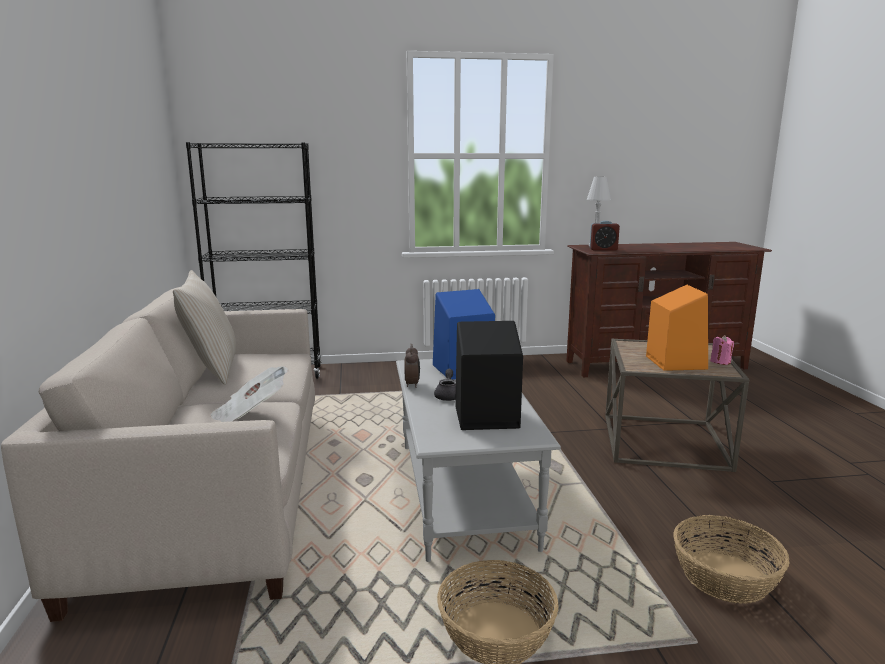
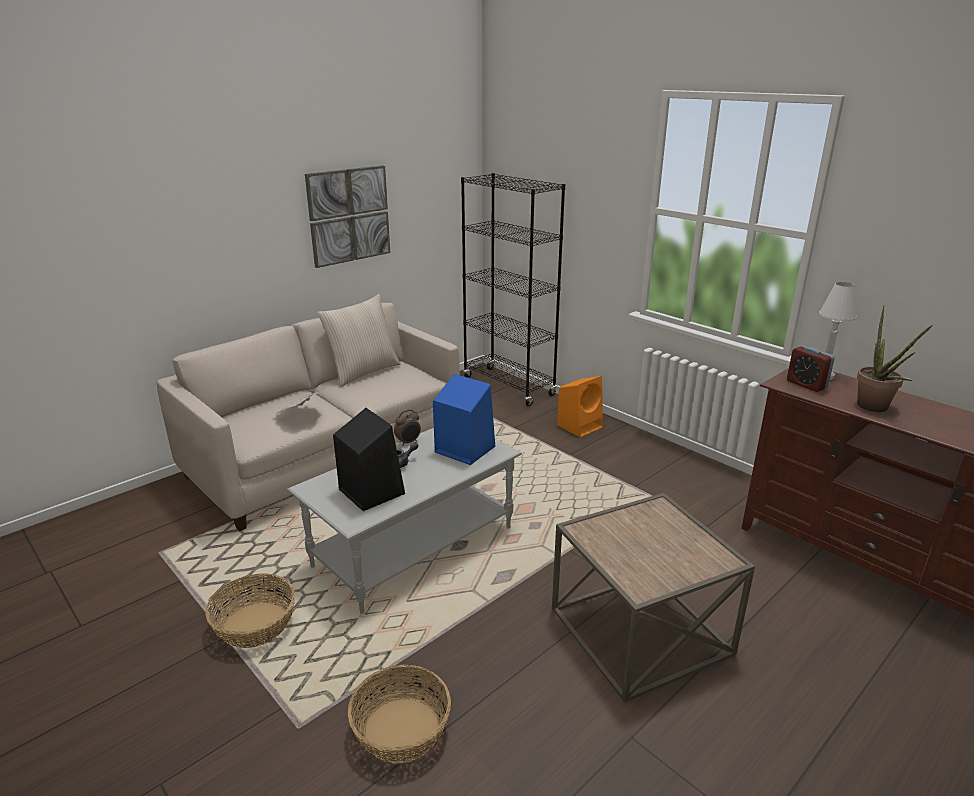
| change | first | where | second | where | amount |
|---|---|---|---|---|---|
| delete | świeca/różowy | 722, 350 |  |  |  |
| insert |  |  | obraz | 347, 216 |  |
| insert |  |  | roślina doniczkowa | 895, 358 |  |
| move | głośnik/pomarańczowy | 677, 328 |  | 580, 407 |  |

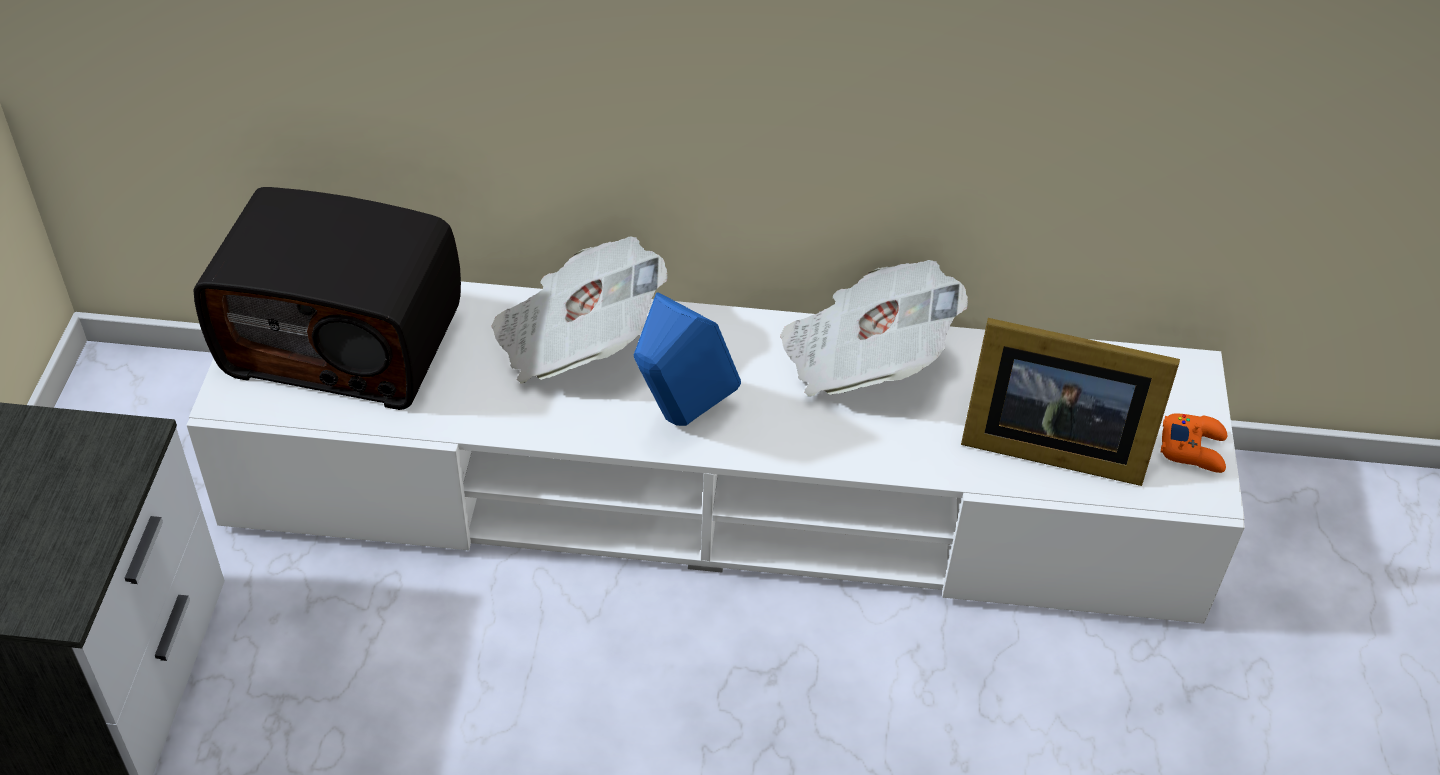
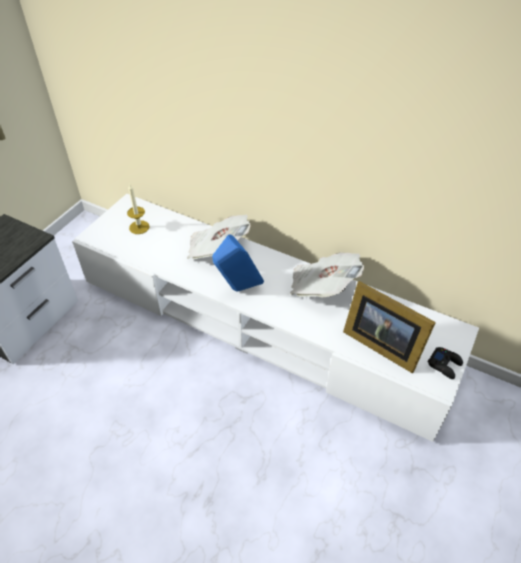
| change | first | where | second | where | amount |
|---|---|---|---|---|---|
| replace | radio | 327, 298 | świeca | 138, 209 |  |
| recolor | pad do gier/pomarańczowy | 1194, 443 | pad do gier/czarny | 445, 363 |  |

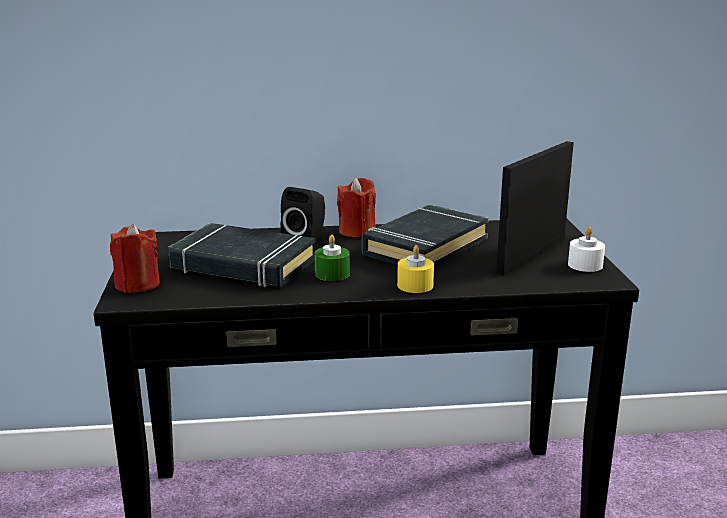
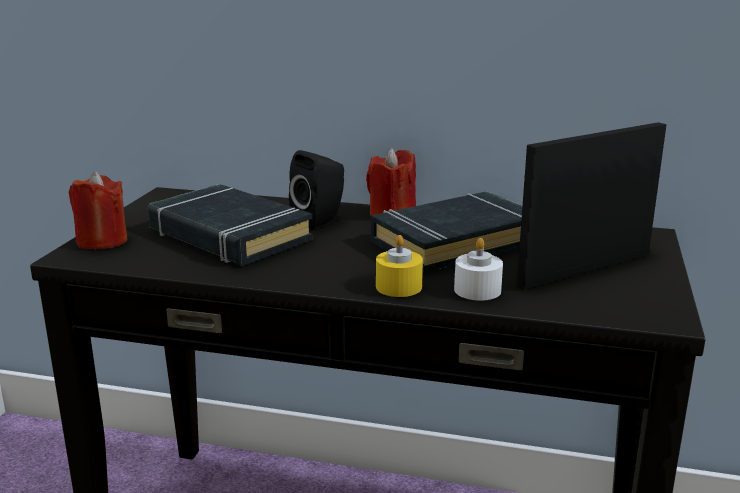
| change | first | where | second | where | amount |
|---|---|---|---|---|---|
| delete | świeca/zielony | 332, 258 |  |  |  |
| move | świeca/biały | 586, 249 |  | 478, 269 |  |

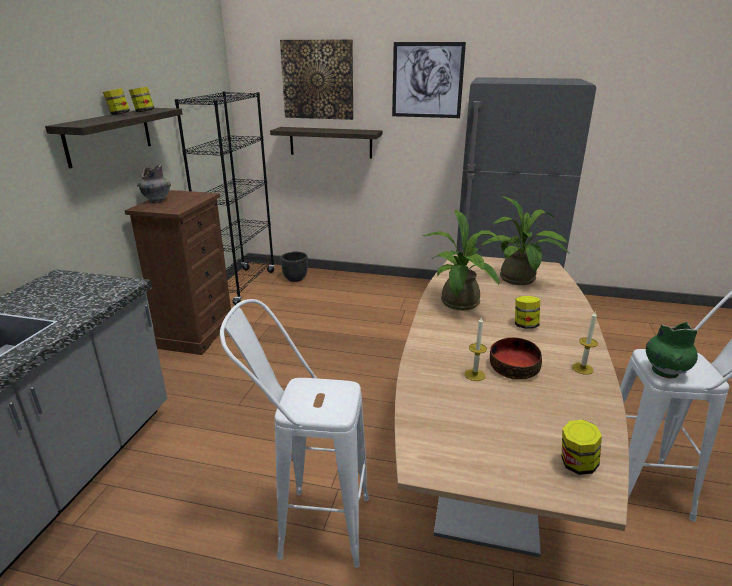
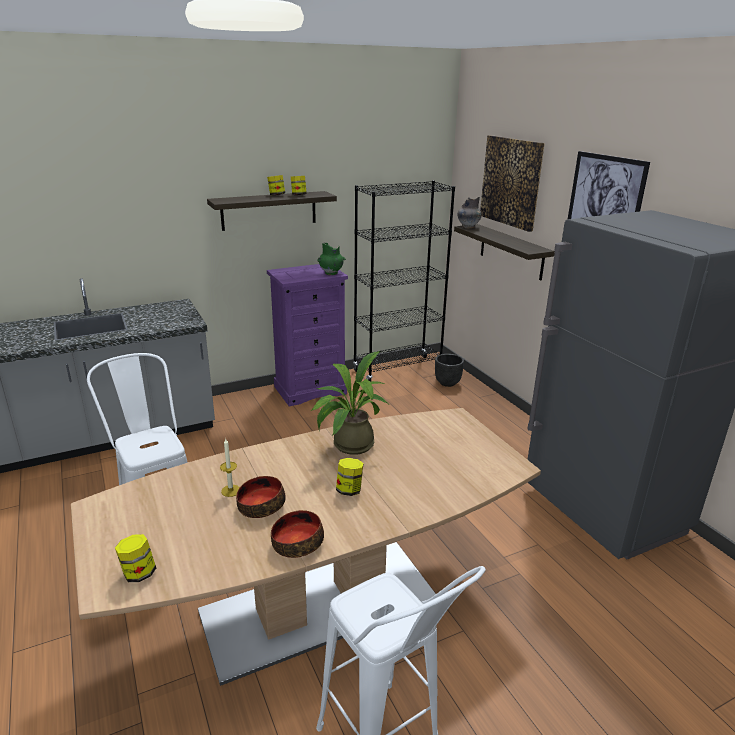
| change | first | where | second | where | amount |
|---|---|---|---|---|---|
| delete | roślina doniczkowa | 525, 240 |  |  |  |
| move | wazon/szary | 154, 183 |  | 470, 213 |  |
| move | wazon/zielony | 672, 350 |  | 331, 258 |  |
| replace | świeca | 585, 342 | miska | 297, 534 |  |
| recolor | komoda/brązowy | 177, 272 | komoda/fioletowy | 307, 335 |  |

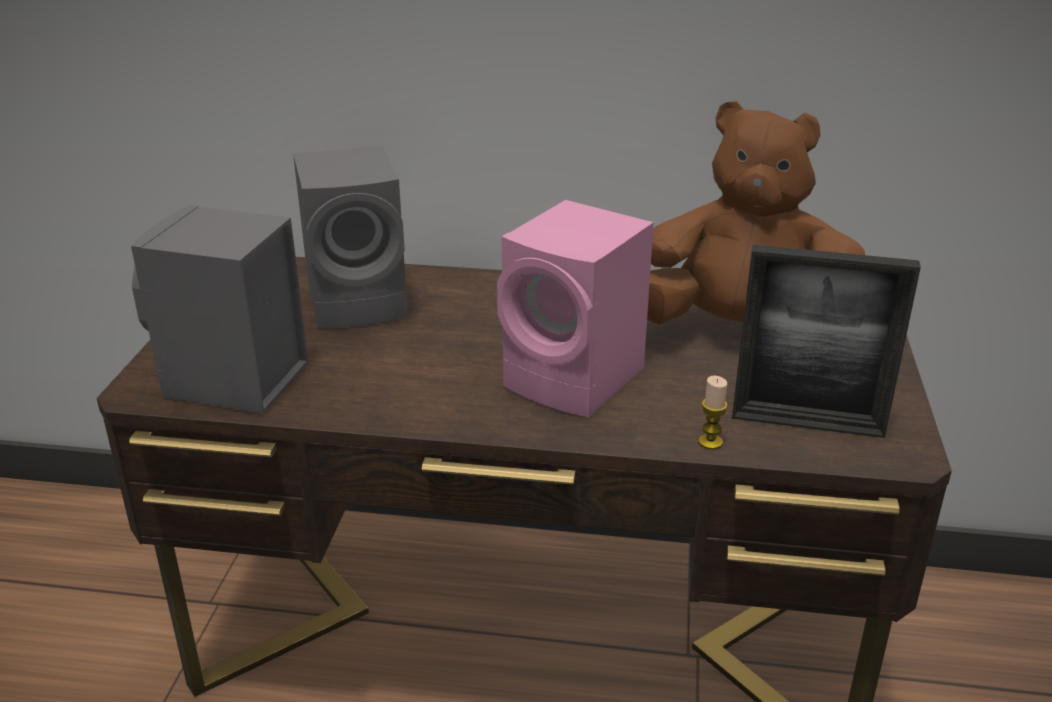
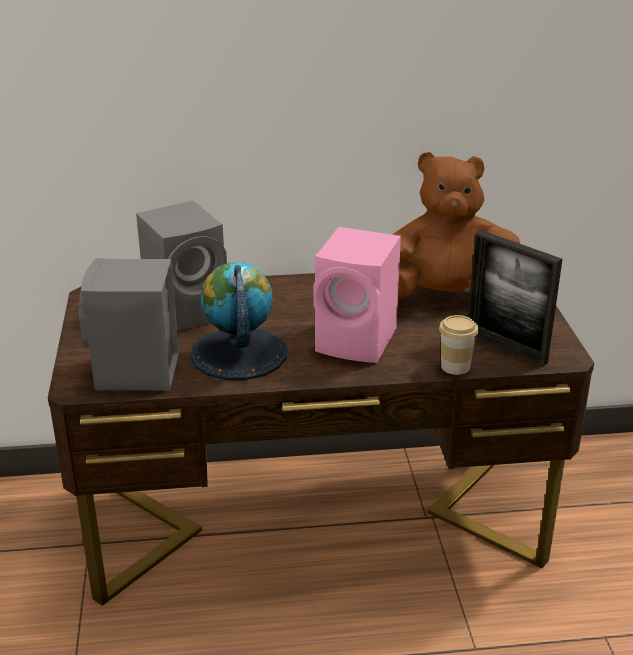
| change | first | where | second | where | amount |
|---|---|---|---|---|---|
| insert |  |  | globus | 239, 321 |  |
| replace | świeca | 713, 413 | filiżanka | 458, 345 |  |
| rotate | ramka na zdjęcie | 826, 341 |  | 515, 298 | 45 degrees clockwise |

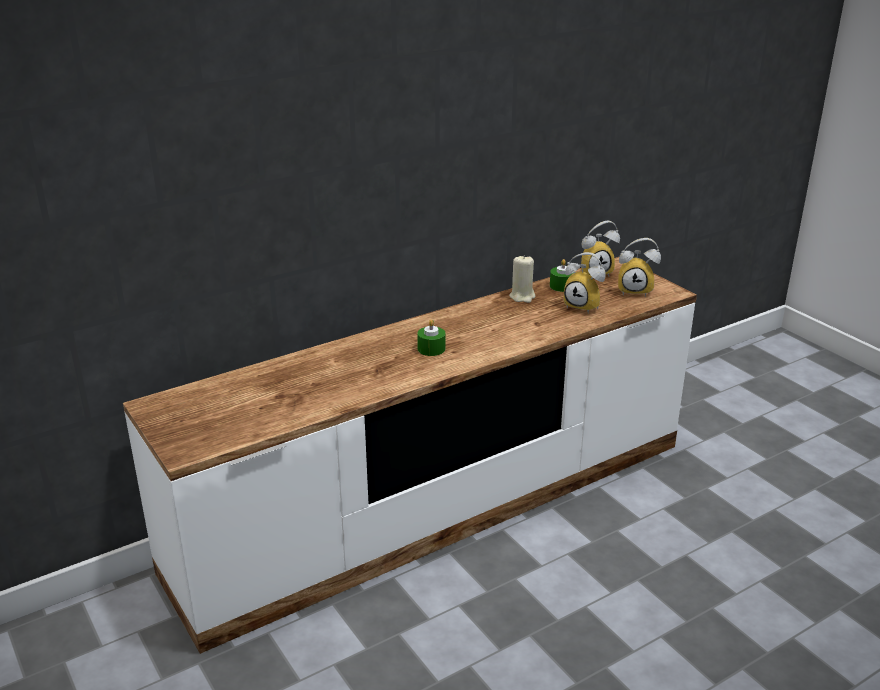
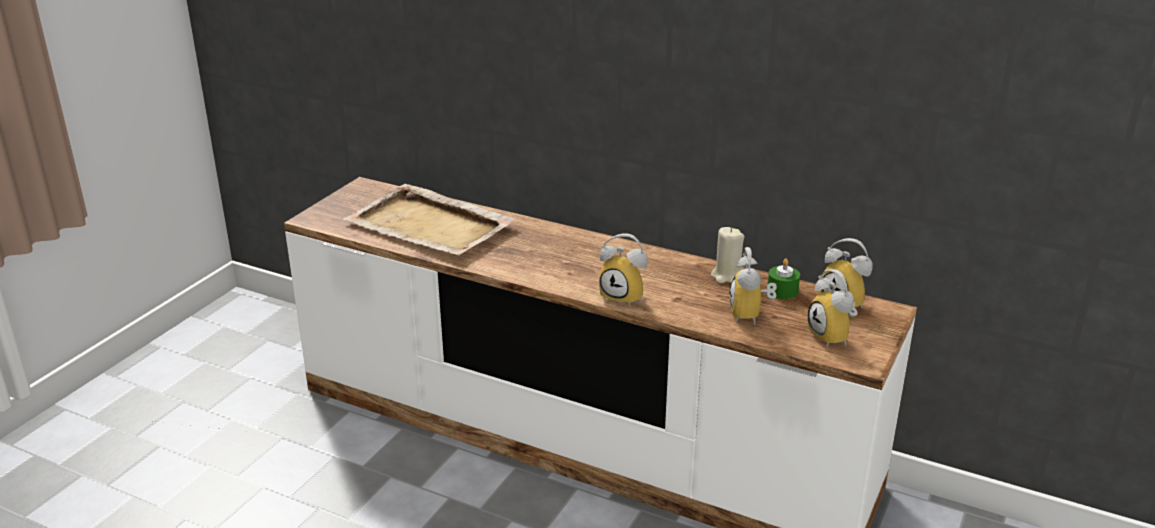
| change | first | where | second | where | amount |
|---|---|---|---|---|---|
| delete | świeca/zielony | 431, 337 |  |  |  |
| insert |  |  | taca/beżowy | 430, 219 |  |
| insert |  |  | budzik | 623, 270 |  |

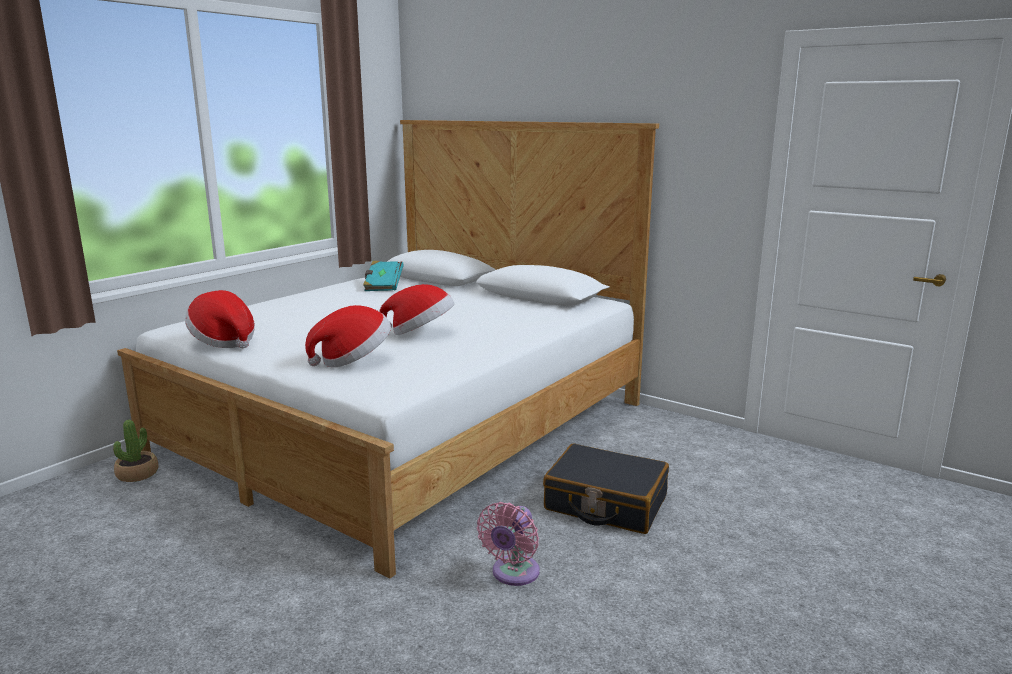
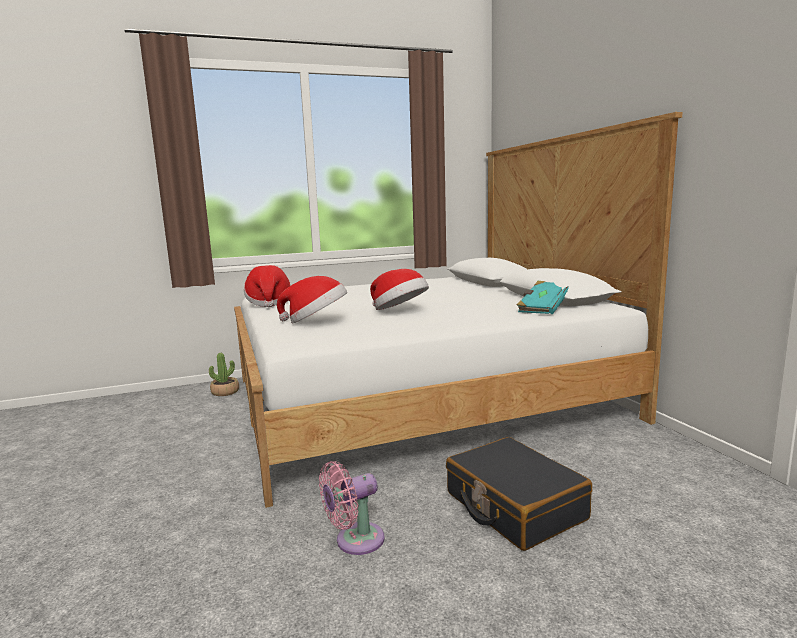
| change | first | where | second | where | amount |
|---|---|---|---|---|---|
| move | książka/turkusowy | 383, 276 |  | 542, 297 |  |

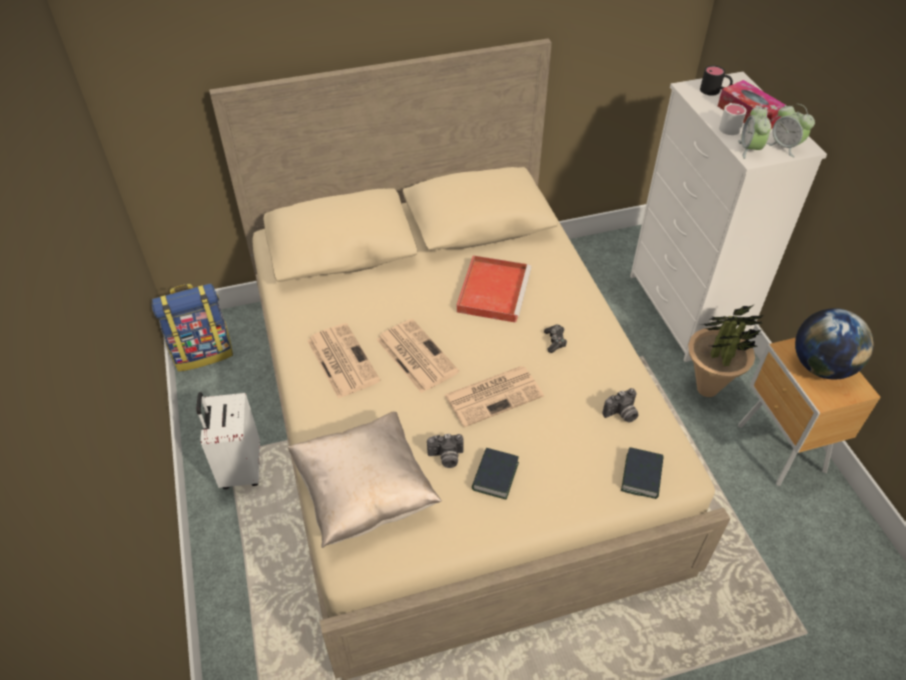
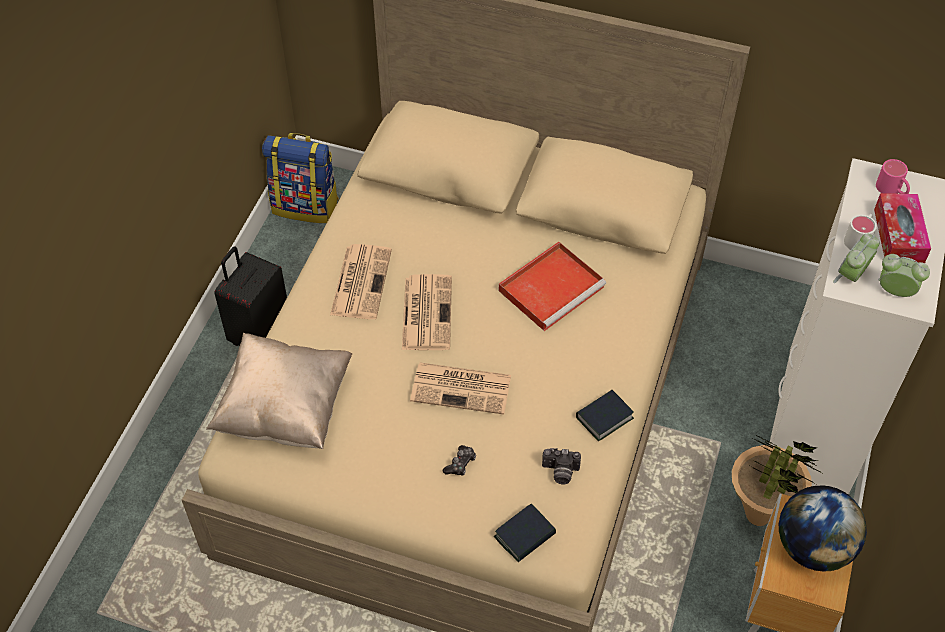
| change | first | where | second | where | amount |
|---|---|---|---|---|---|
| delete | aparat fotograficzny | 445, 451 |  |  |  |
| move | książka | 495, 473 |  | 605, 415 |  |
| move | pad do gier | 555, 339 |  | 459, 460 |  |
| recolor | walizka/biały | 228, 440 | walizka/czarny | 250, 296 |  |
| recolor | kubek/czarny | 716, 80 | kubek/różowy | 893, 176 |  |
| rotate | budzik | 791, 130 |  | 904, 275 | 120 degrees clockwise |

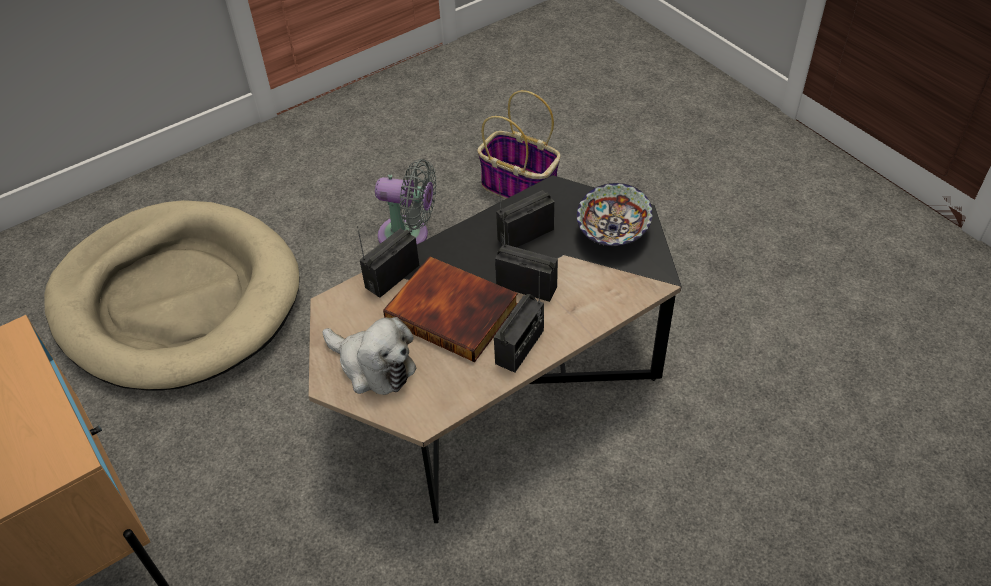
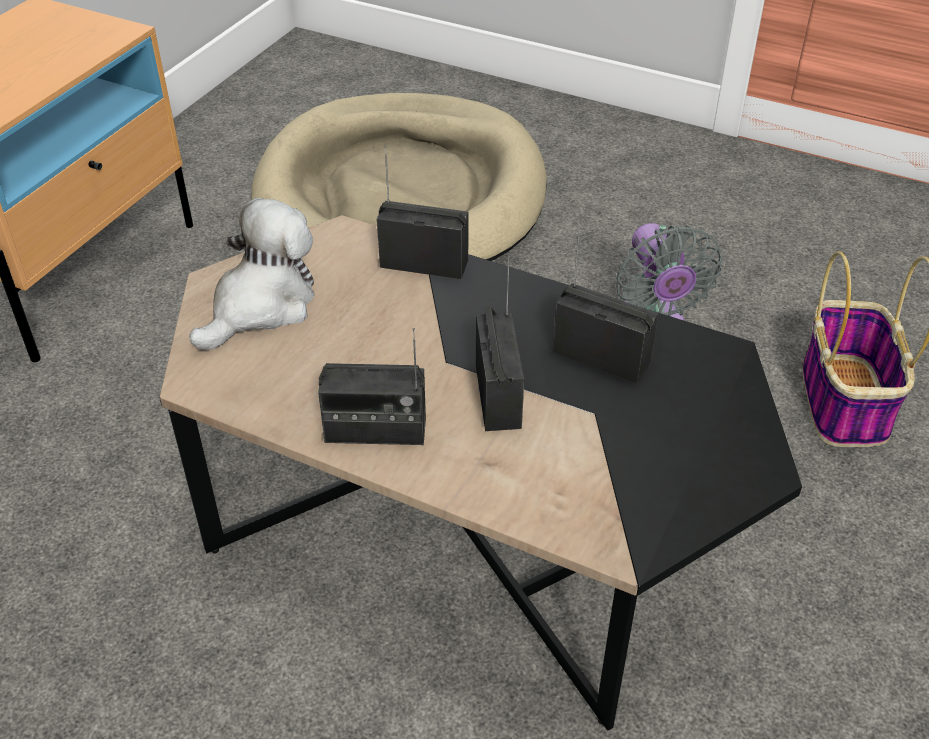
| change | first | where | second | where | amount |
|---|---|---|---|---|---|
| delete | książka | 450, 309 |  |  |  |
| delete | miska | 615, 215 |  |  |  |
| rotate | pluszak | 370, 356 |  | 252, 274 | 150 degrees counterclockwise |

